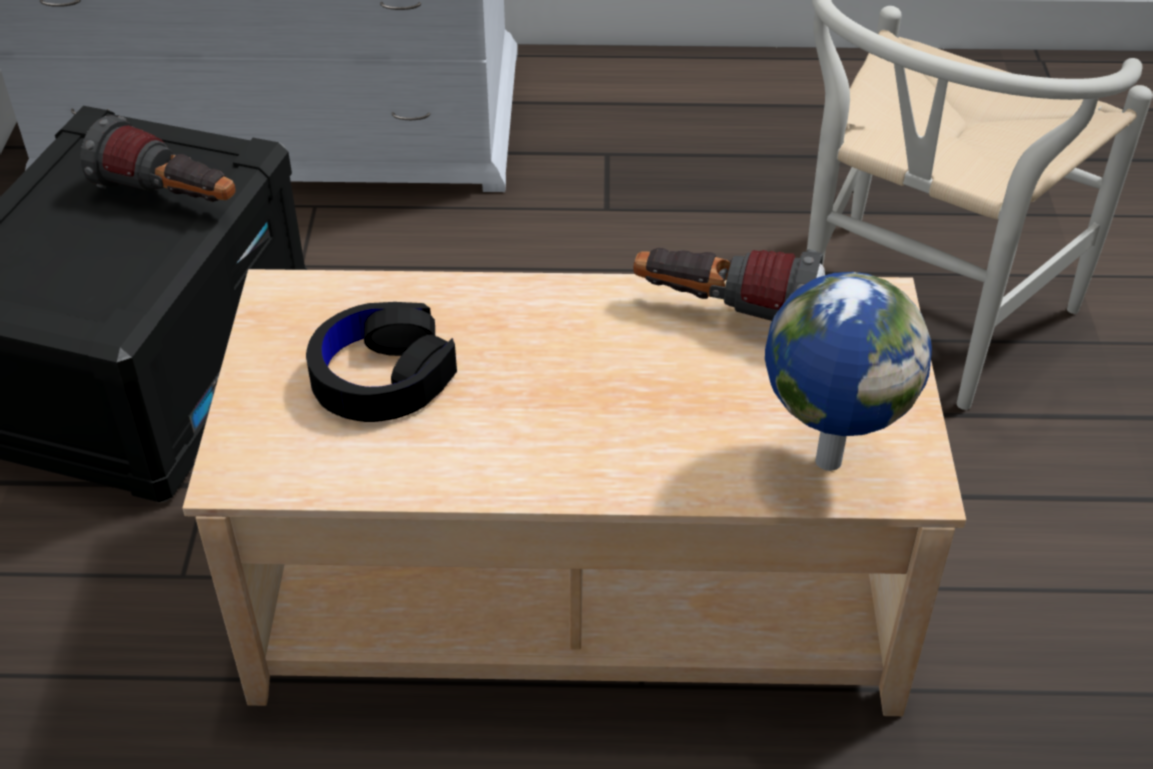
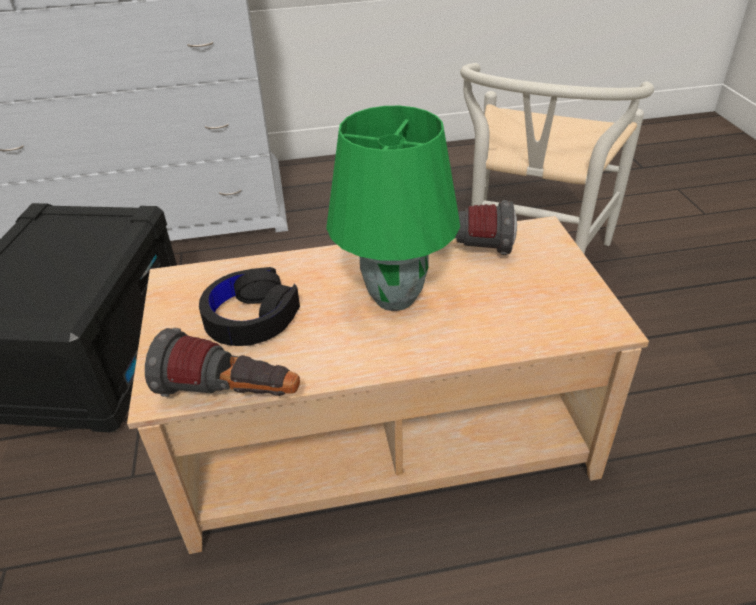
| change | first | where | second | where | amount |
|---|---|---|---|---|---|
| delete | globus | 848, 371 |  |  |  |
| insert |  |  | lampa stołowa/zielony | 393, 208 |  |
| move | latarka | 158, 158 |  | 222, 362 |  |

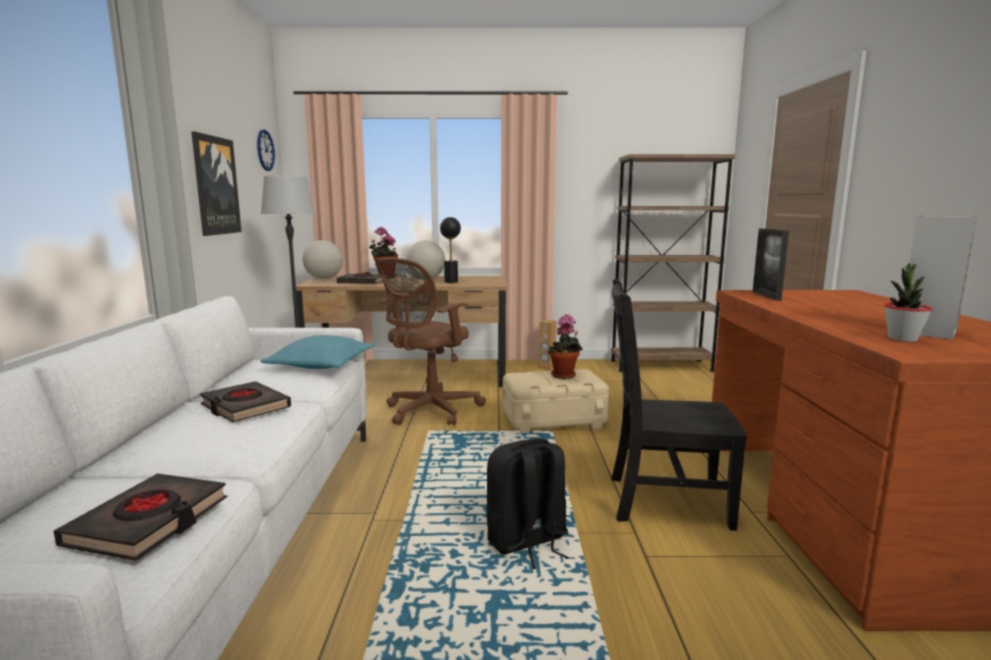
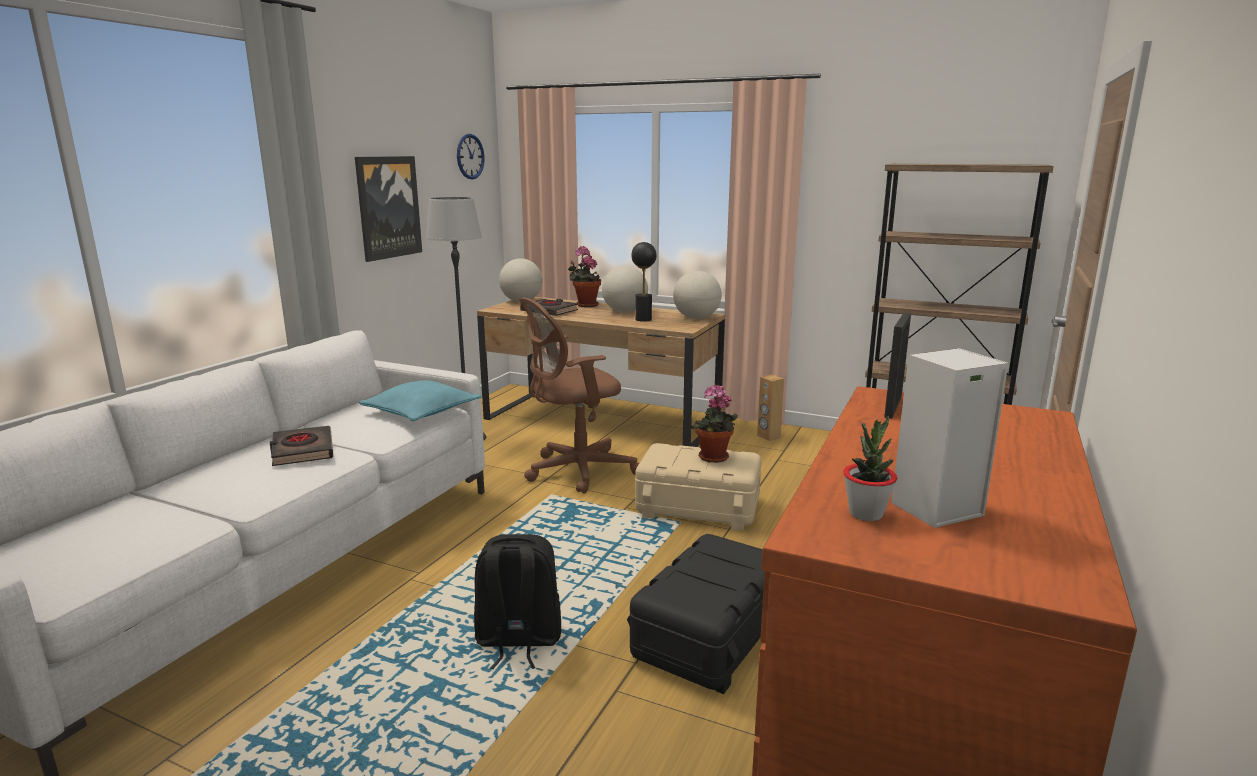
| change | first | where | second | where | amount |
|---|---|---|---|---|---|
| delete | książka/czarny | 140, 517 |  |  |  |
| insert |  |  | globus | 697, 295 |  |
| replace | krzesło/czarny | 679, 405 | pojemnik do przechowywania/czarny | 696, 614 |  |

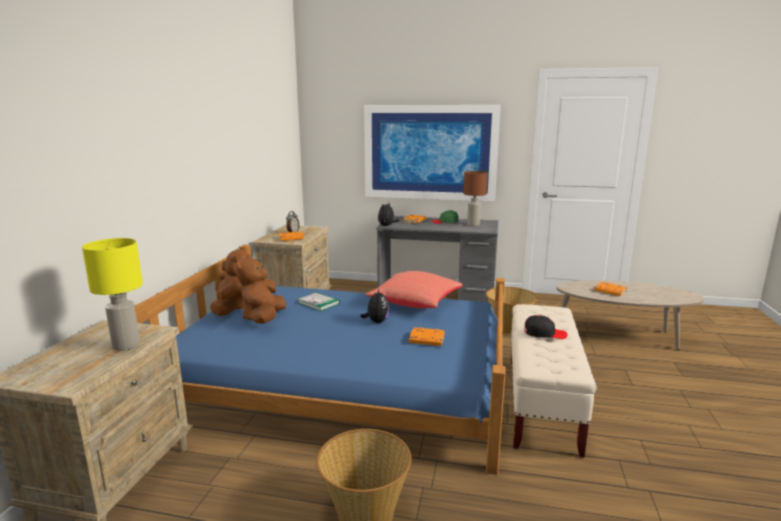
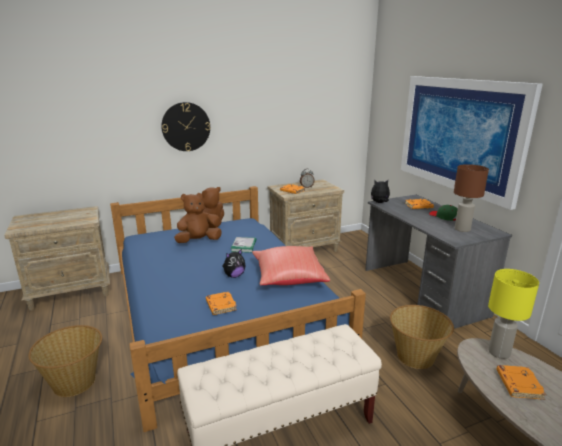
| change | first | where | second | where | amount |
|---|---|---|---|---|---|
| delete | czapka z daszkiem/czarny | 546, 327 |  |  |  |
| insert |  |  | zegar ścienny | 185, 126 |  |
| move | lampa stołowa/żółty | 112, 294 |  | 513, 314 |  |

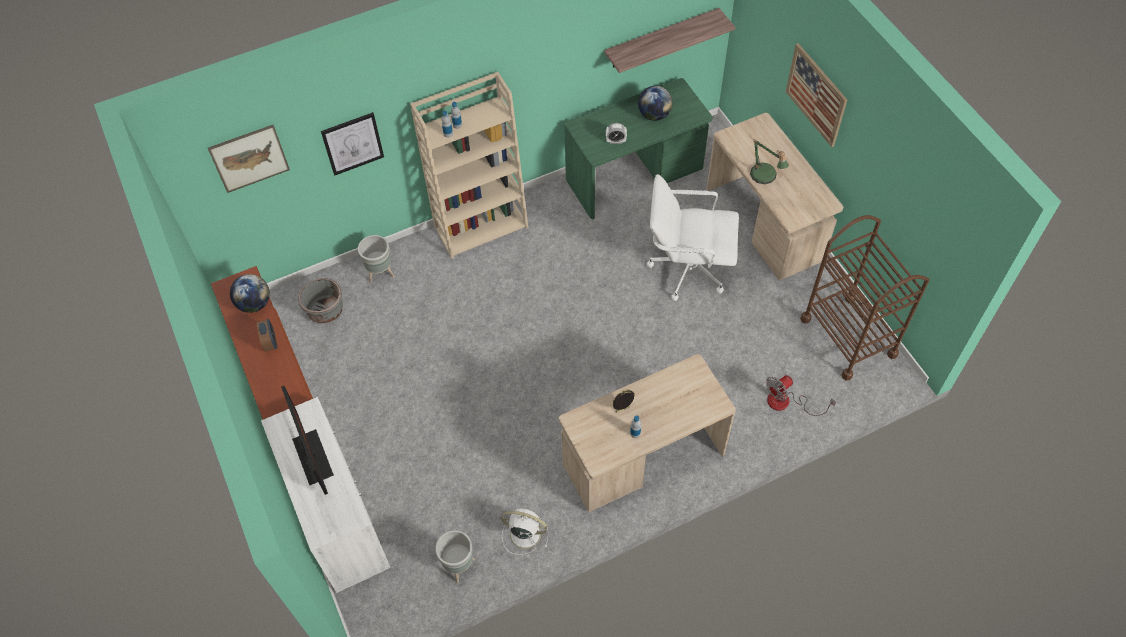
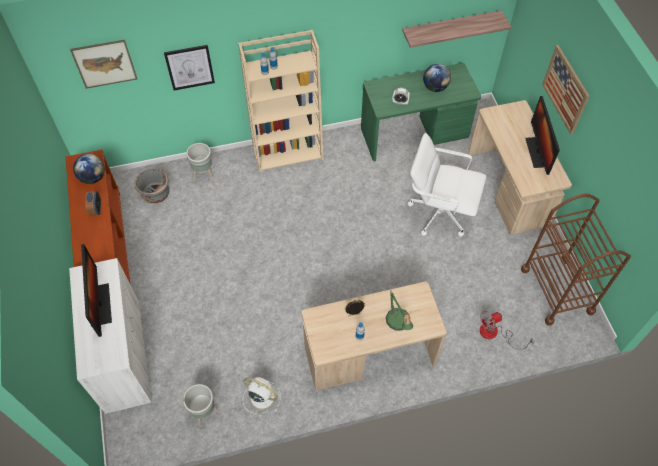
| change | first | where | second | where | amount |
|---|---|---|---|---|---|
| insert |  |  | monitor | 542, 135 |  |
| move | lampa stołowa | 769, 161 |  | 399, 311 |  |

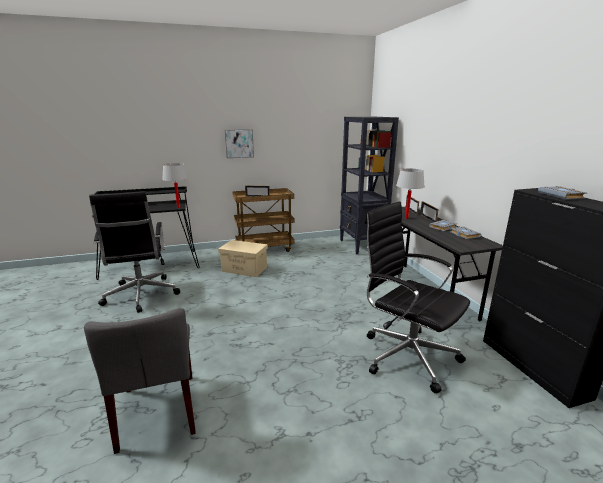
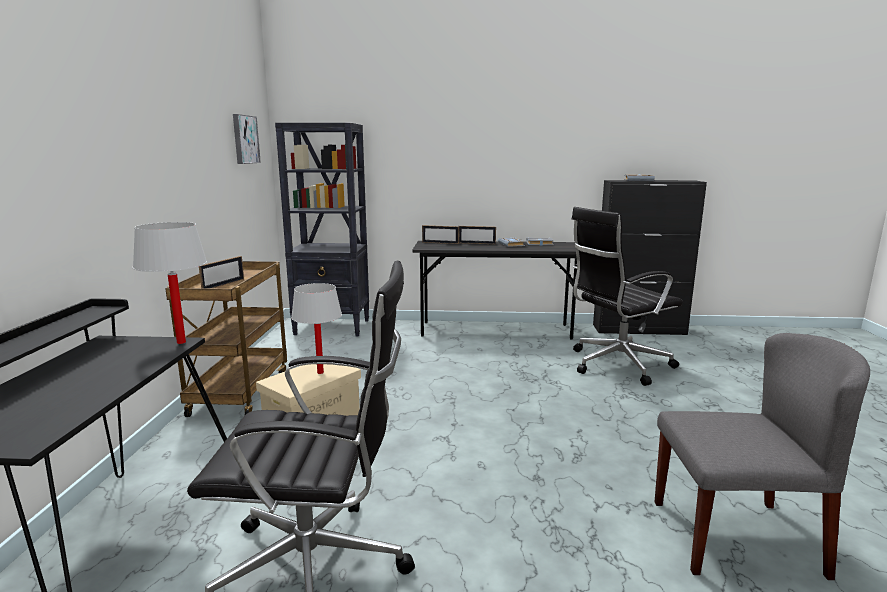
| change | first | where | second | where | amount |
|---|---|---|---|---|---|
| move | obraz | 239, 143 |  | 247, 139 |  |
| move | lampa stołowa/biały | 410, 193 |  | 316, 328 |  |

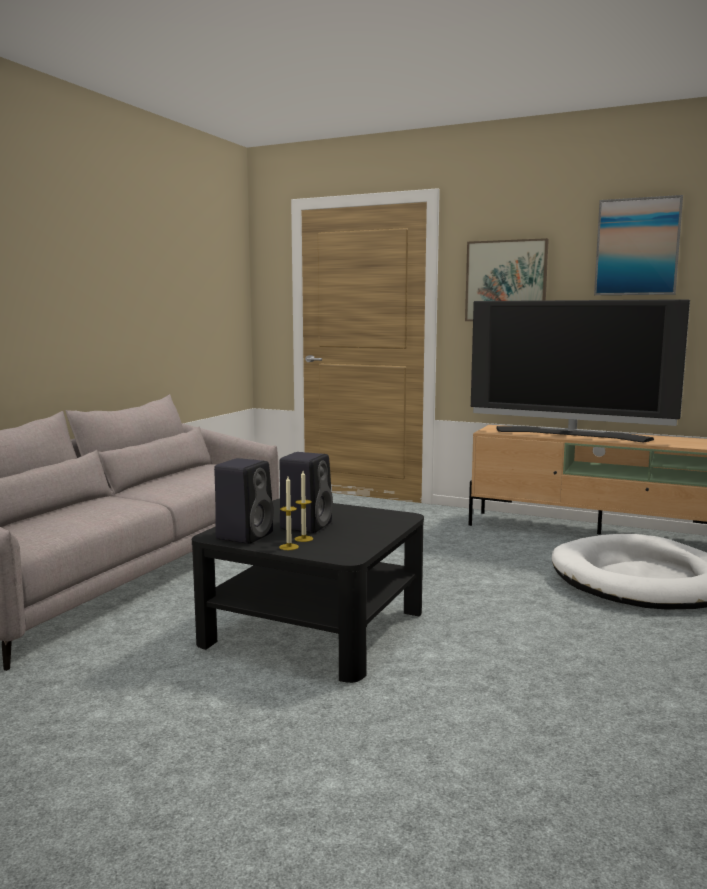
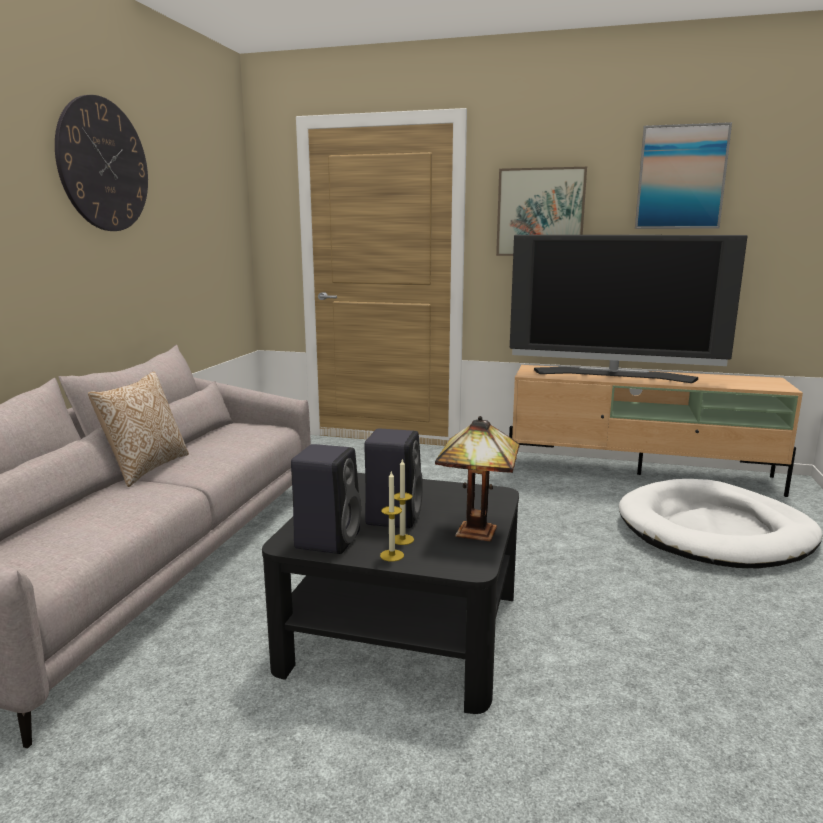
| change | first | where | second | where | amount |
|---|---|---|---|---|---|
| insert |  |  | zegar ścienny | 101, 163 |  |
| insert |  |  | poduszka | 138, 429 |  |
| insert |  |  | lampa stołowa | 477, 478 |  |

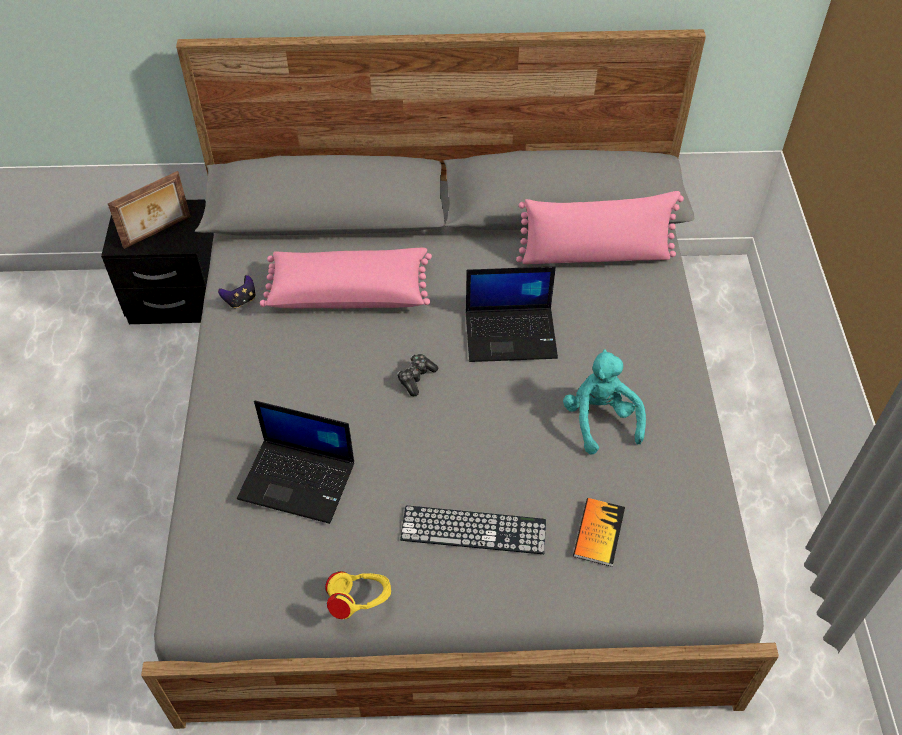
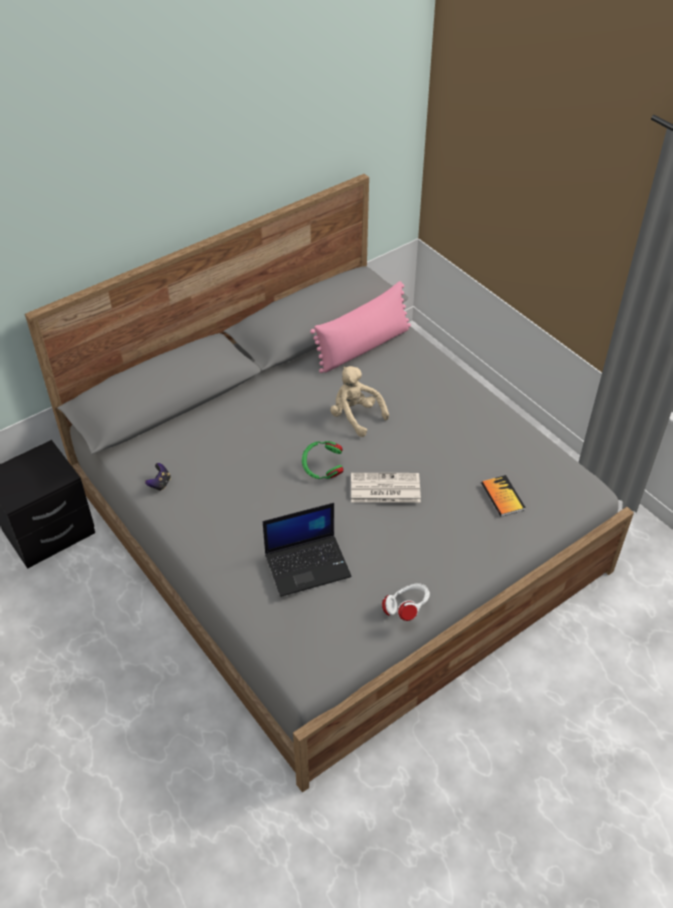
| change | first | where | second | where | amount |
|---|---|---|---|---|---|
| delete | ramka na zdjęcie | 149, 210 |  |  |  |
| delete | poduszka/różowy | 346, 278 |  |  |  |
| delete | klawiatura | 473, 530 |  |  |  |
| delete | pluszak/turkusowy | 604, 402 |  |  |  |
| insert |  |  | gazeta | 386, 488 |  |
| replace | pad do gier | 417, 375 | słuchawki/zielony | 322, 460 |  |
| replace | laptop | 512, 314 | pluszak/beżowy | 359, 401 |  |
| recolor | słuchawki/żółty | 358, 595 | słuchawki/biały | 406, 602 |  |

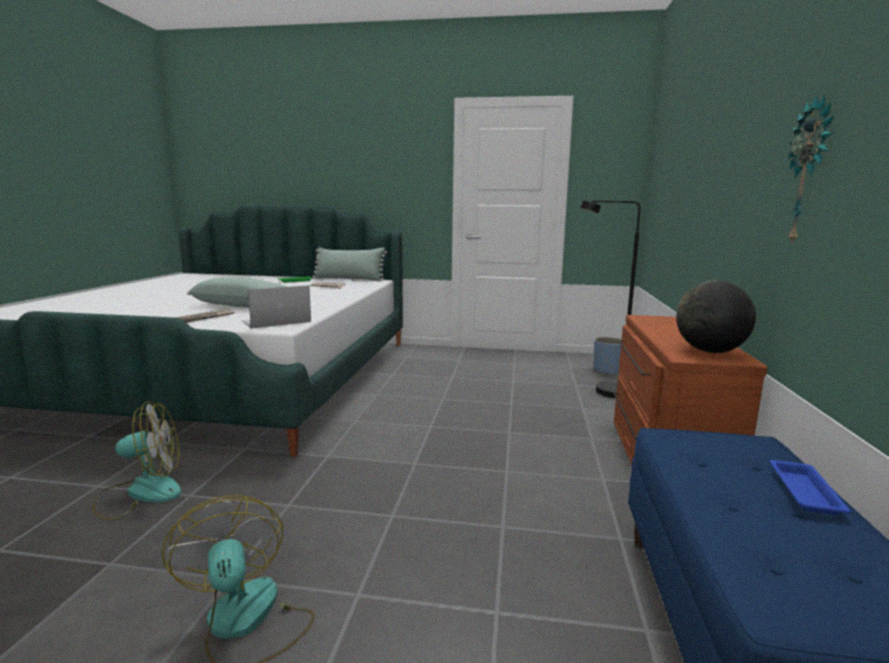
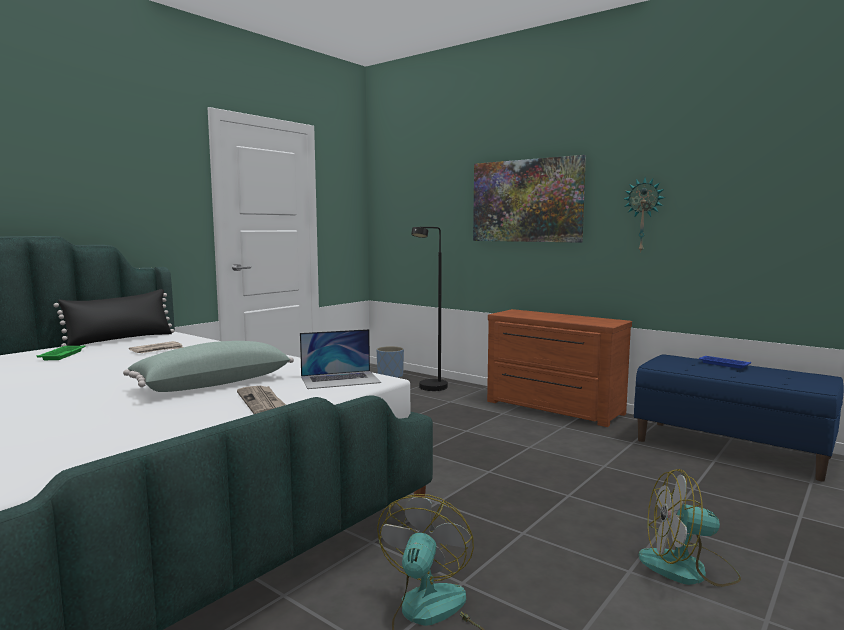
| change | first | where | second | where | amount |
|---|---|---|---|---|---|
| delete | globus | 716, 316 |  |  |  |
| insert |  |  | obraz | 529, 199 |  |
| recolor | poduszka/zielony | 349, 264 | poduszka/czarny | 114, 318 |  |
| rotate | laptop | 276, 307 |  | 340, 359 | 105 degrees counterclockwise |

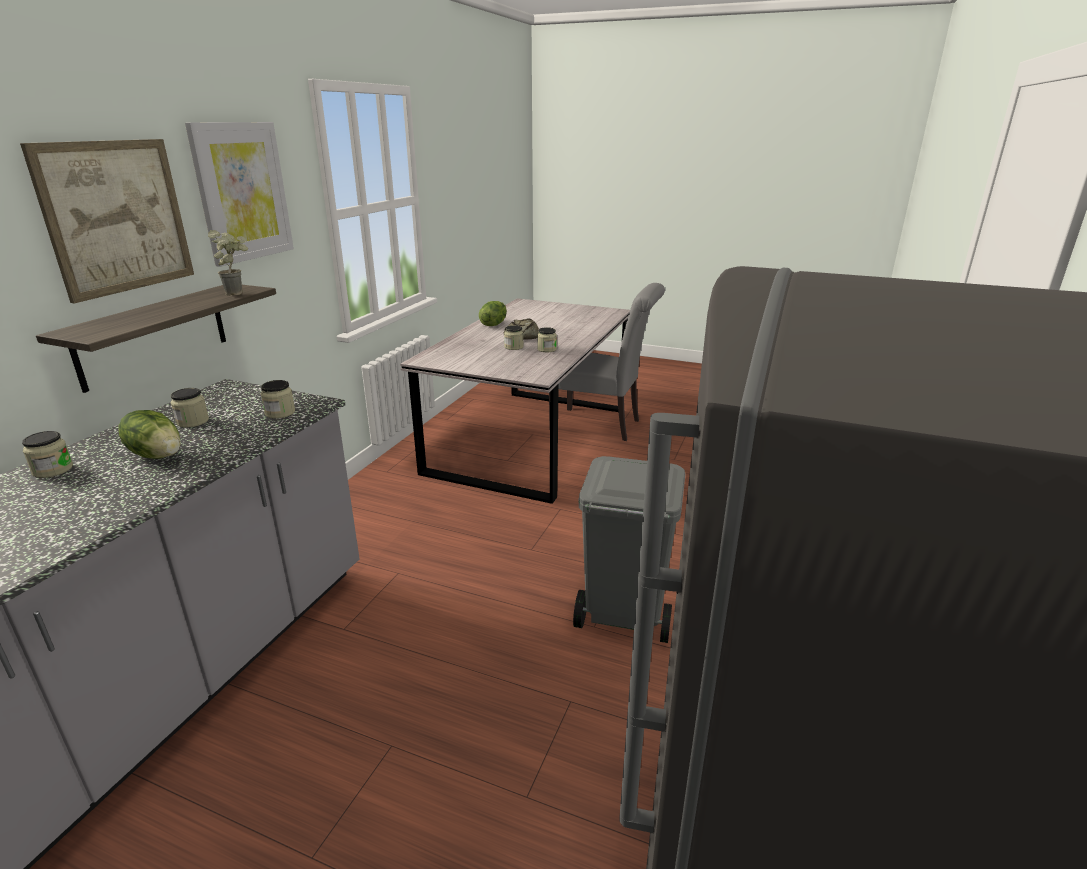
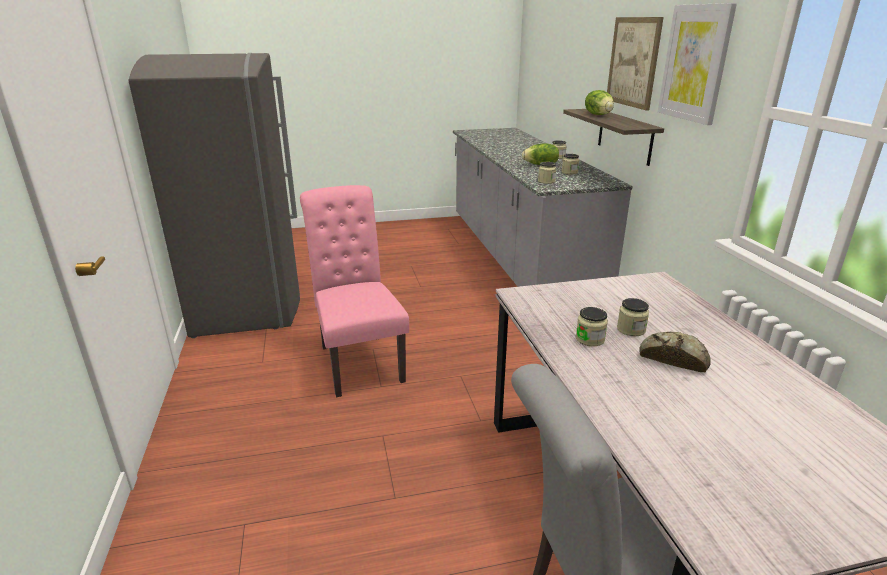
| change | first | where | second | where | amount |
|---|---|---|---|---|---|
| delete | roślina doniczkowa | 228, 263 |  |  |  |
| move | sałata | 493, 313 |  | 599, 102 |  |
| replace | kosz na śmieci/szary | 629, 549 | krzesło/różowy | 354, 291 |  |

